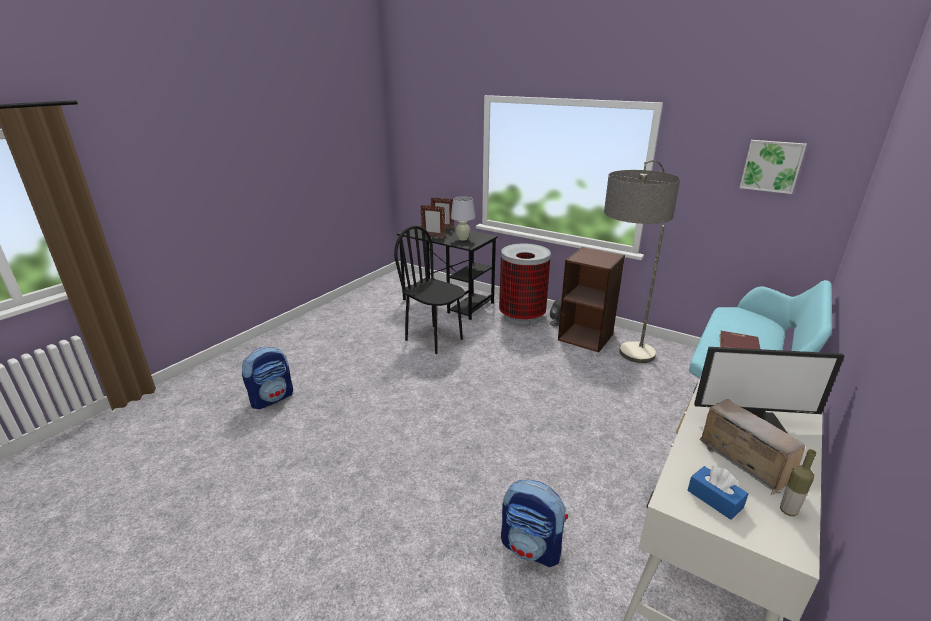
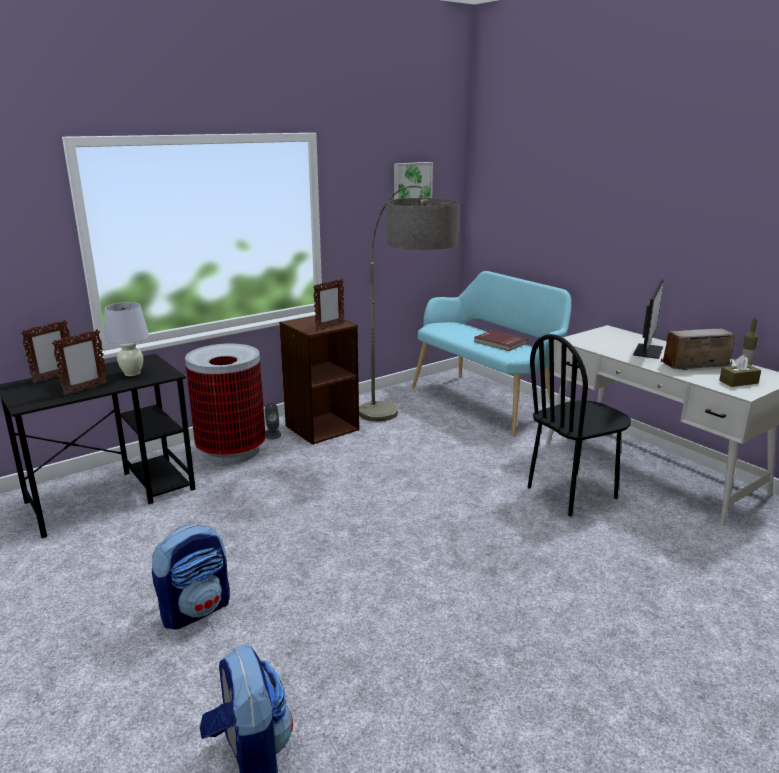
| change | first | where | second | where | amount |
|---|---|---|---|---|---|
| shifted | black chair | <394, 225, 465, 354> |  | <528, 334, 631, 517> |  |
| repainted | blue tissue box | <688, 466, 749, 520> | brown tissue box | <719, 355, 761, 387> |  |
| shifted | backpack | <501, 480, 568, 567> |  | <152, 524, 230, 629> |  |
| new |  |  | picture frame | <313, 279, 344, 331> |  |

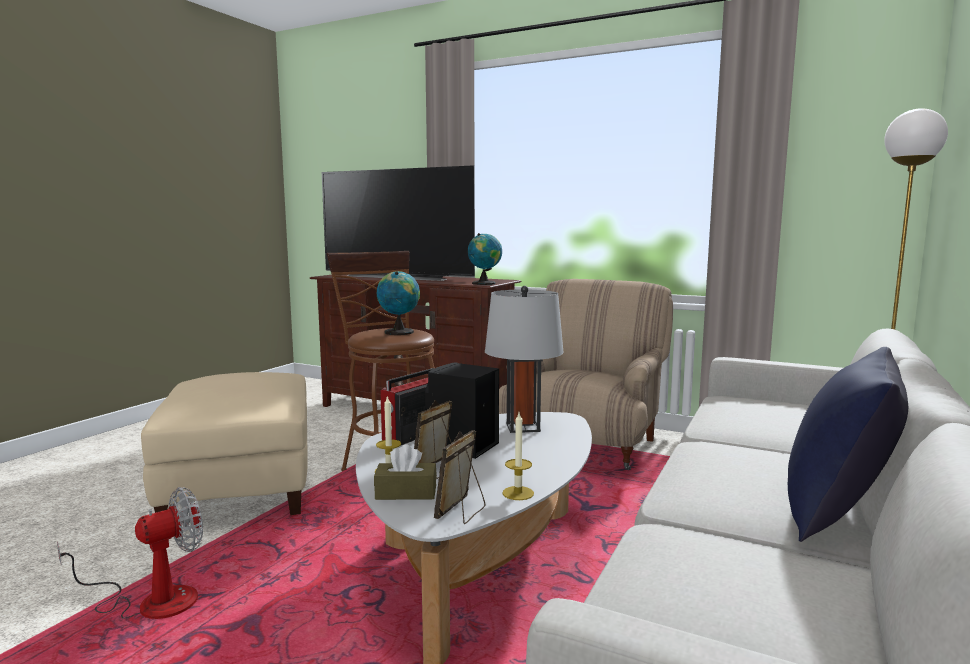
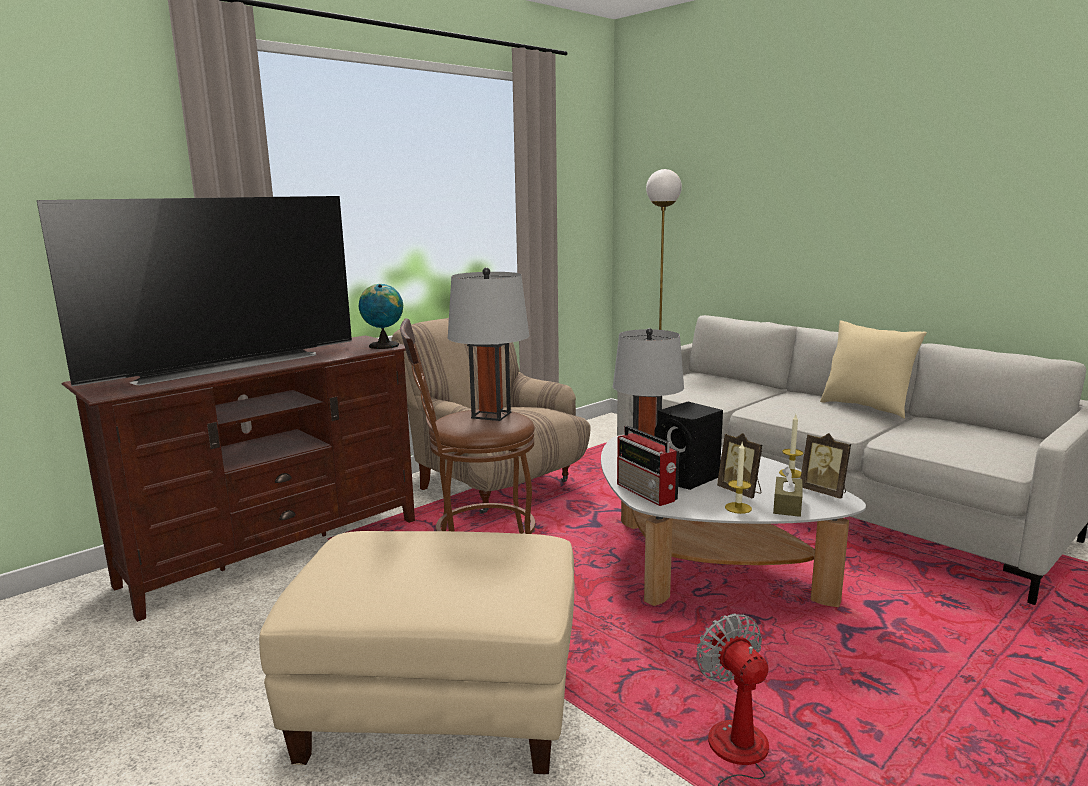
| change | first | where | second | where | amount |
|---|---|---|---|---|---|
| swapped | globe | <377, 271, 420, 335> | grey table lamp | <448, 267, 529, 421> |  |
| repainted | blue pillow | <788, 347, 908, 542> | beige pillow | <820, 320, 927, 419> |  |

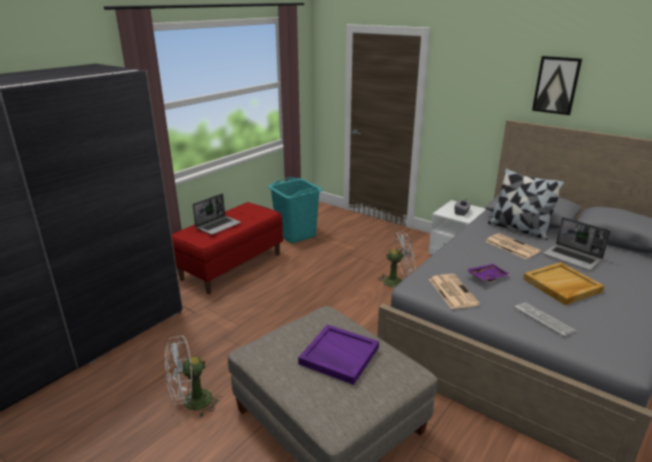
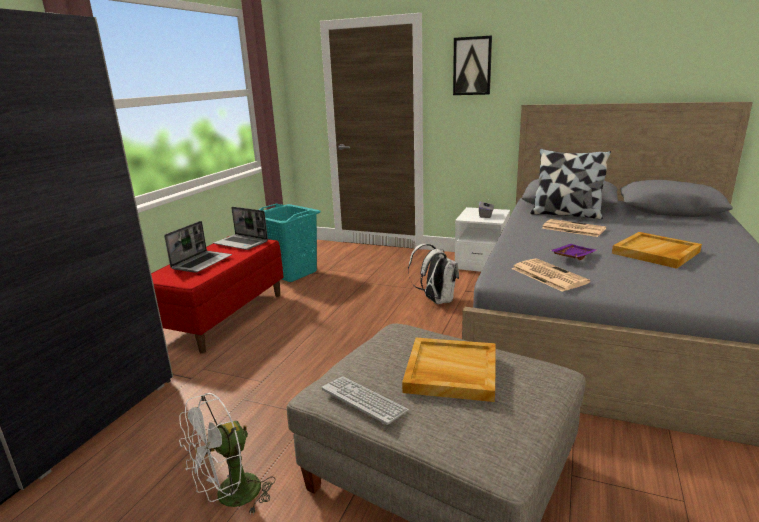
| change | first | where | second | where | amount |
|---|---|---|---|---|---|
| shifted | picture | <532, 56, 582, 115> |  | <453, 36, 492, 95> |  |
| shifted | laptop | <543, 217, 610, 270> |  | <213, 207, 268, 250> |  |
| swapped | white fan | <376, 232, 416, 288> | white backpack | <408, 244, 459, 304> |  |
| shifted | keyboard | <514, 302, 576, 337> |  | <321, 377, 409, 425> |  |
| repainted | purple tray | <298, 325, 379, 385> | beige tray | <402, 338, 496, 402> |  |

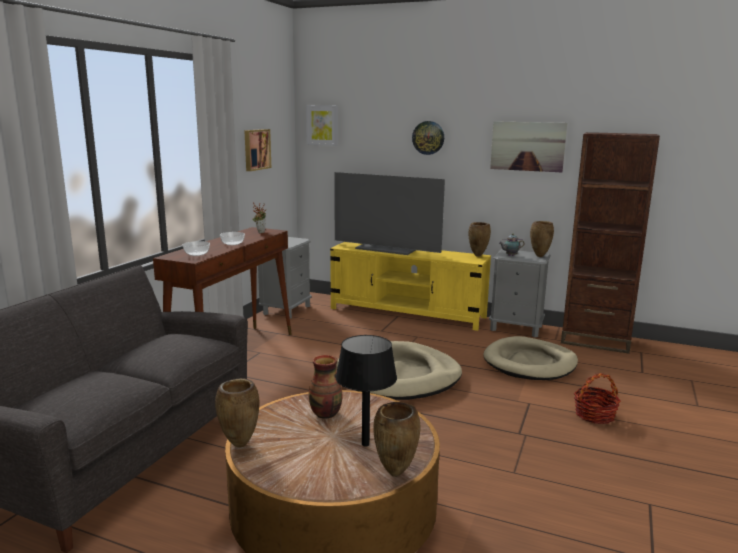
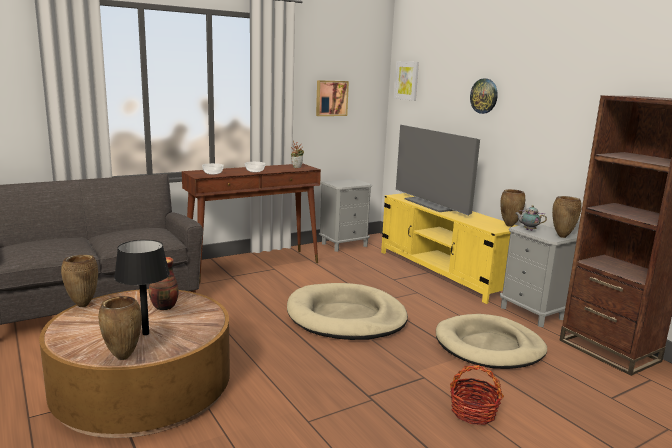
| change | first | where | second | where | amount |
|---|---|---|---|---|---|
| gone | picture | <490, 121, 567, 172> |  |  |  |

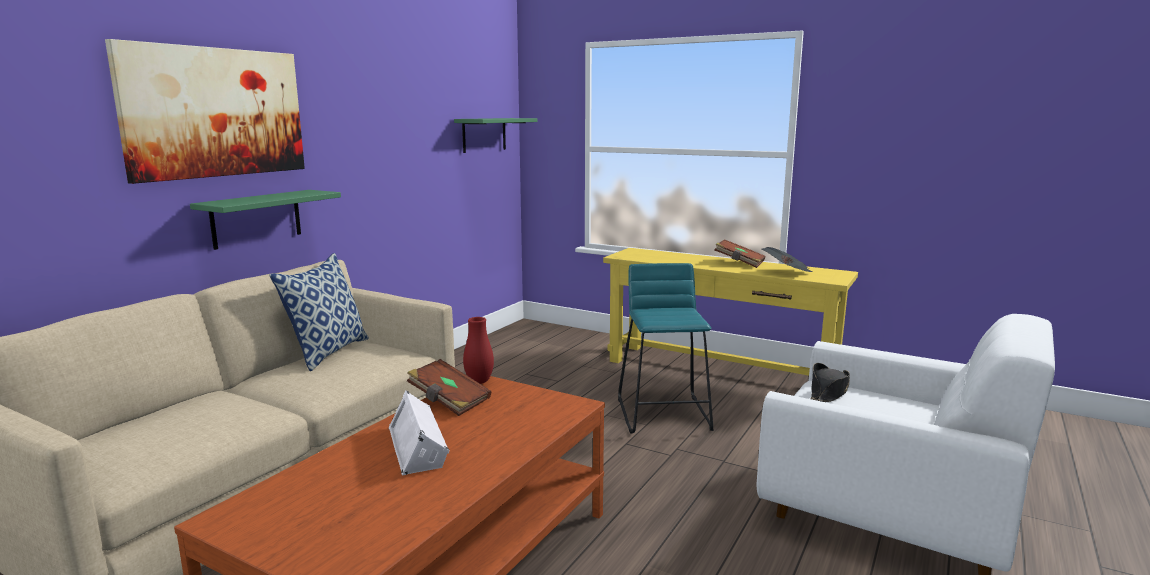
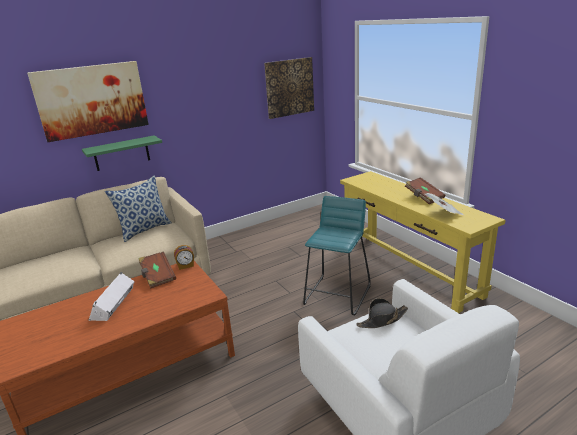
| change | first | where | second | where | amount |
|---|---|---|---|---|---|
| swapped | green shelf | <454, 118, 538, 153> | picture | <264, 57, 314, 119> |  |
| swapped | red vase | <463, 317, 494, 384> | alarm clock | <174, 245, 194, 270> |  |

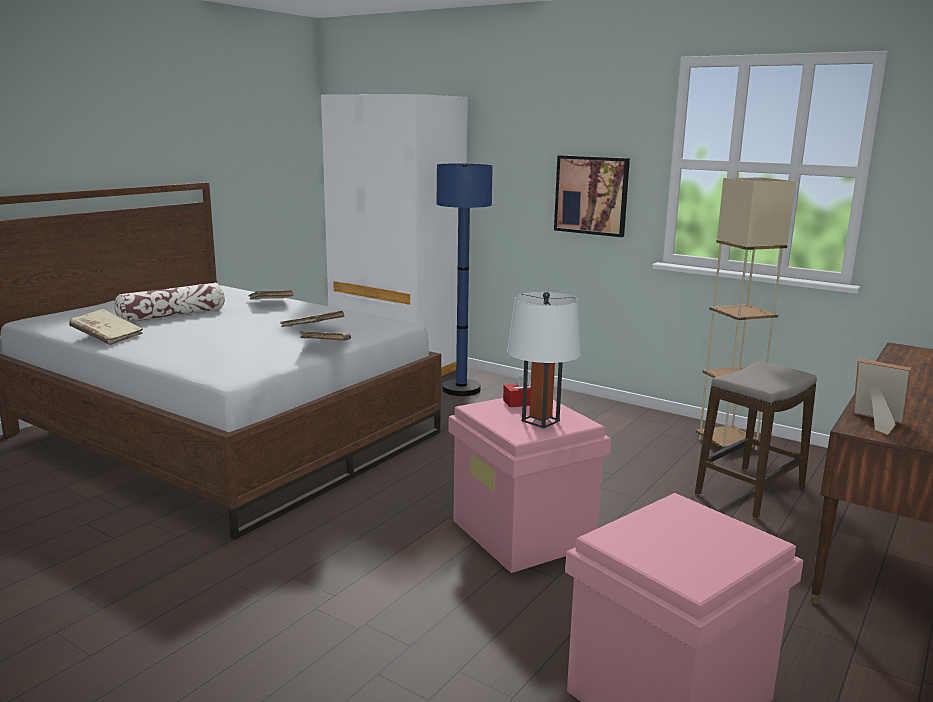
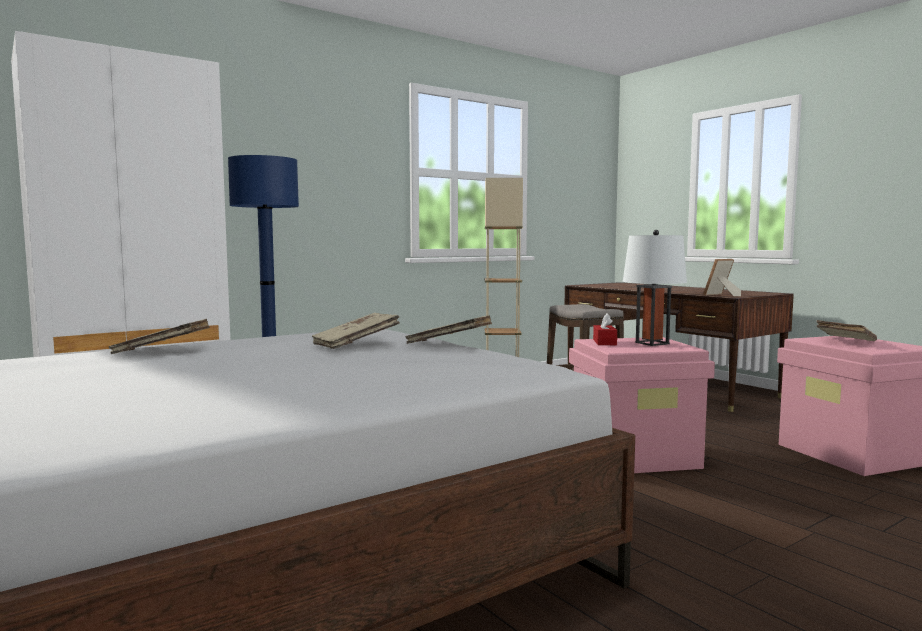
| change | first | where | second | where | amount |
|---|---|---|---|---|---|
| gone | picture | <554, 155, 630, 237> |  |  |  |
| gone | pillow | <114, 283, 225, 322> |  |  |  |
| shifted | beige book | <69, 309, 143, 345> |  | <816, 320, 877, 341> |  |

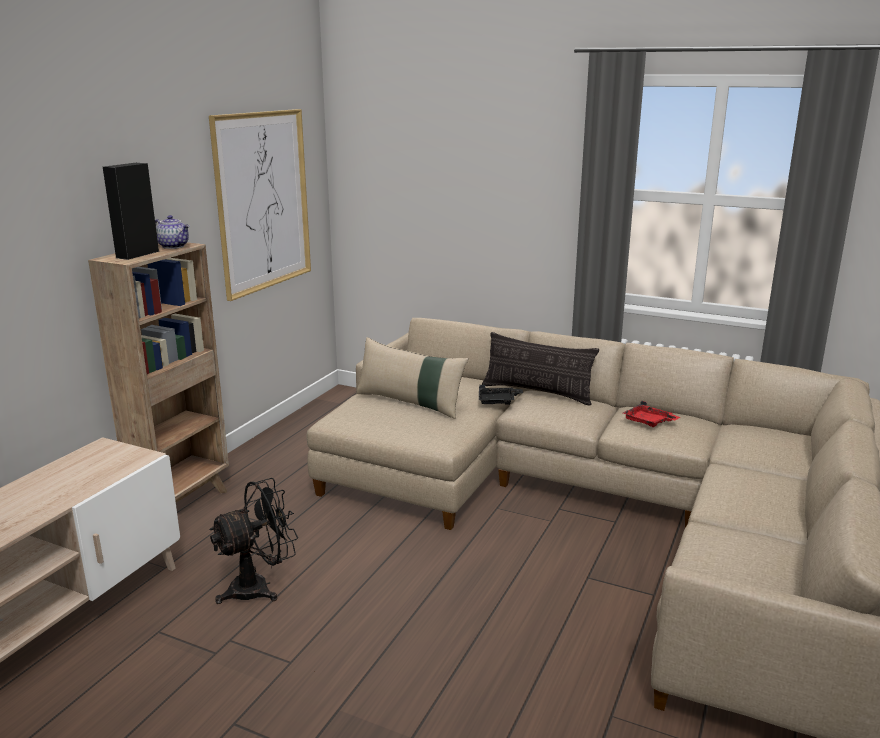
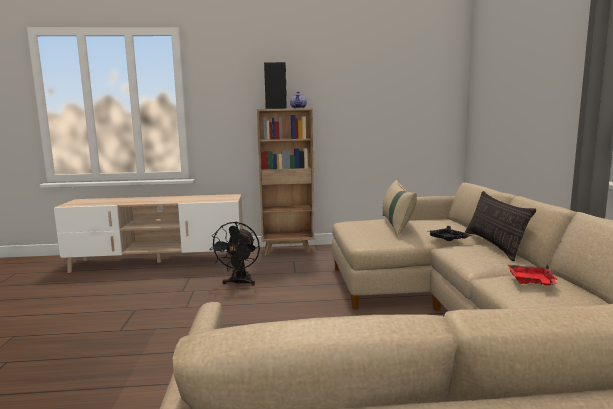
| change | first | where | second | where | amount |
|---|---|---|---|---|---|
| gone | picture | <209, 109, 311, 301> |  |  |  |
| rotated | black fan | <209, 478, 298, 604> |  | <209, 222, 260, 286> | 75 degrees clockwise |

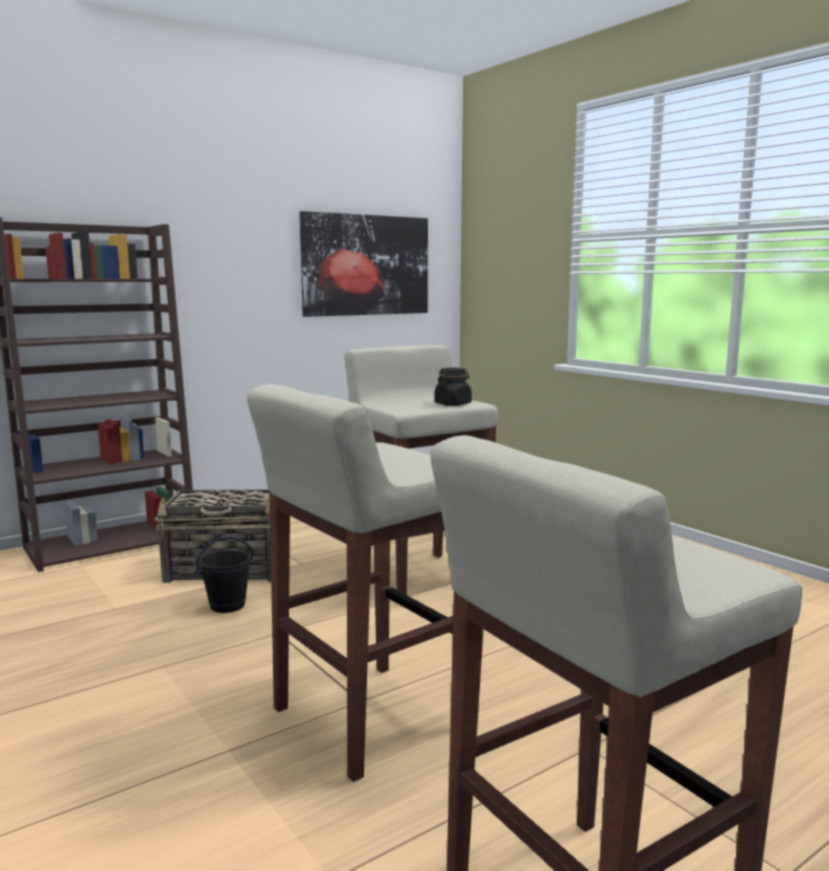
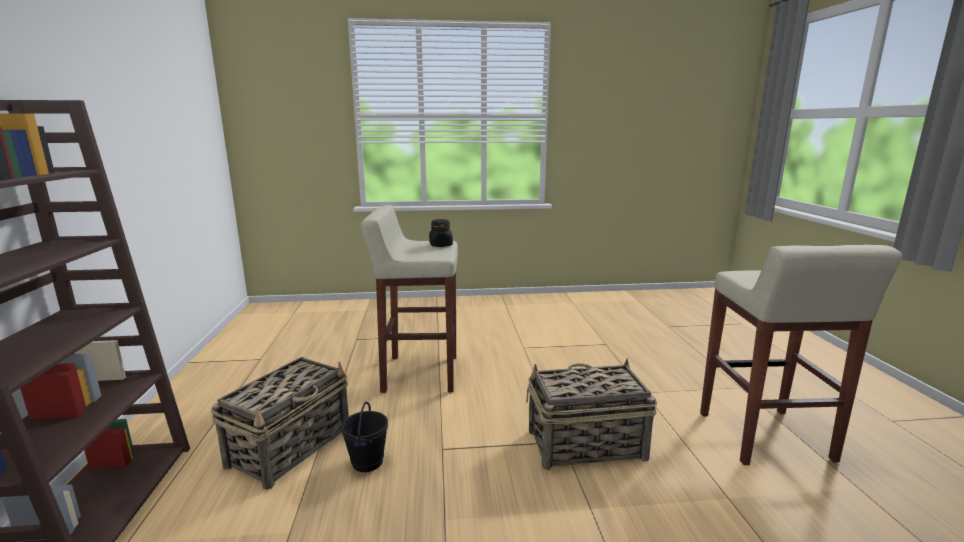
| change | first | where | second | where | amount |
|---|---|---|---|---|---|
| gone | picture | <300, 211, 428, 317> |  |  |  |
| swapped | beige stool | <247, 384, 453, 782> | basket | <526, 359, 657, 471> |  |

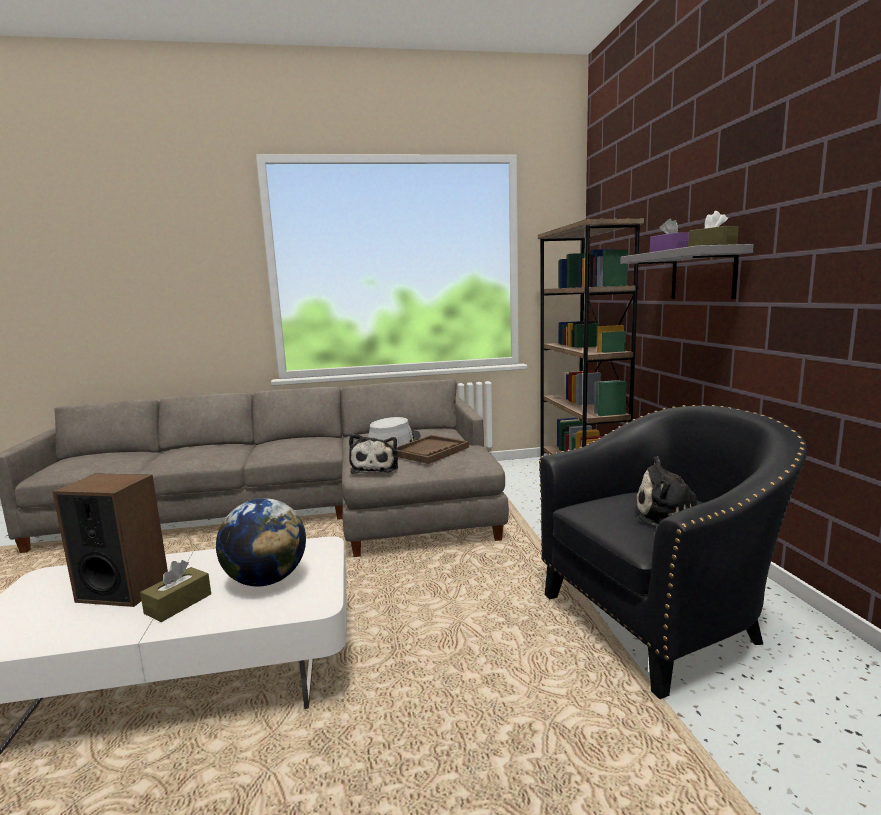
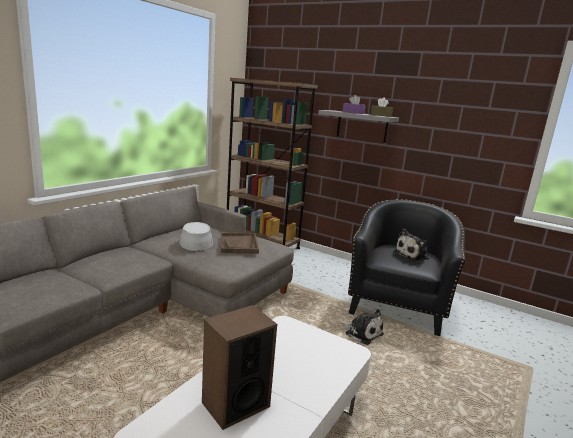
| change | first | where | second | where | amount |
|---|---|---|---|---|---|
| shifted | plush toy | <349, 434, 398, 474> |  | <341, 309, 384, 345> |  |
| gone | globe | <216, 498, 306, 587> |  |  |  |
| gone | brown tissue box | <140, 560, 211, 622> |  |  |  |

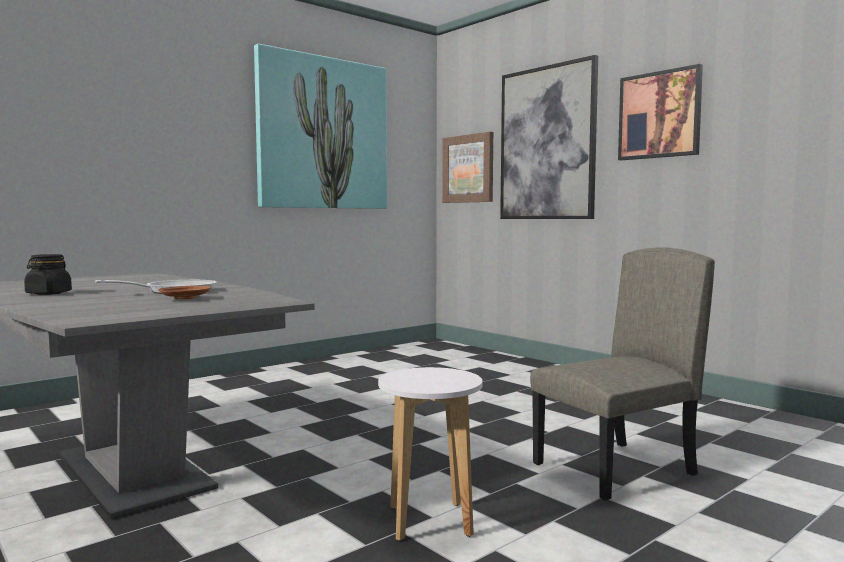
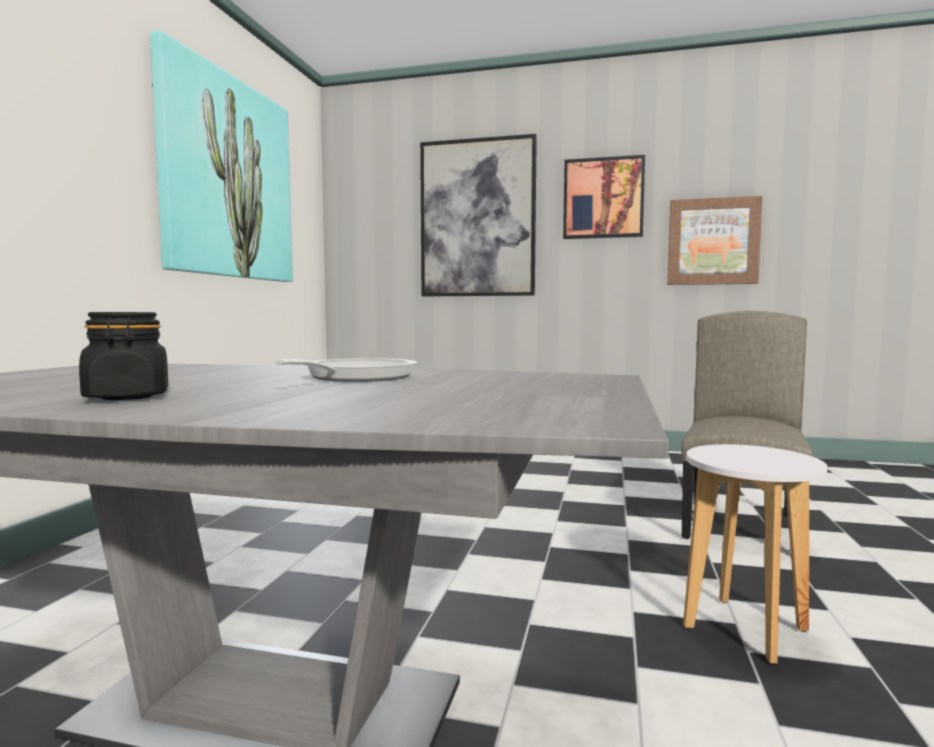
| change | first | where | second | where | amount |
|---|---|---|---|---|---|
| shifted | picture | <442, 132, 493, 203> |  | <668, 196, 762, 285> |  |
| gone | brown plate | <158, 286, 211, 299> |  |  |  |

